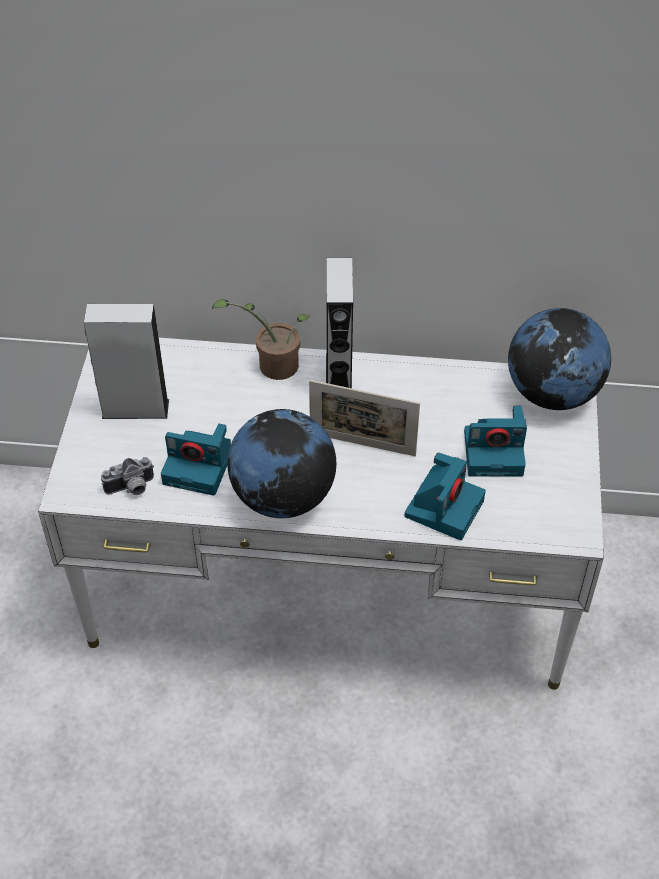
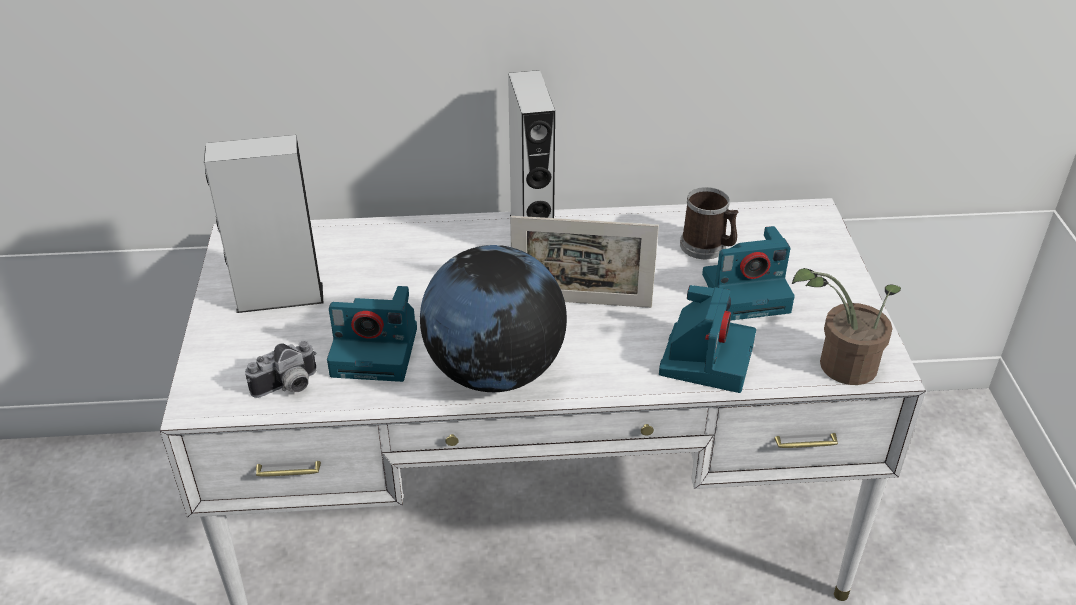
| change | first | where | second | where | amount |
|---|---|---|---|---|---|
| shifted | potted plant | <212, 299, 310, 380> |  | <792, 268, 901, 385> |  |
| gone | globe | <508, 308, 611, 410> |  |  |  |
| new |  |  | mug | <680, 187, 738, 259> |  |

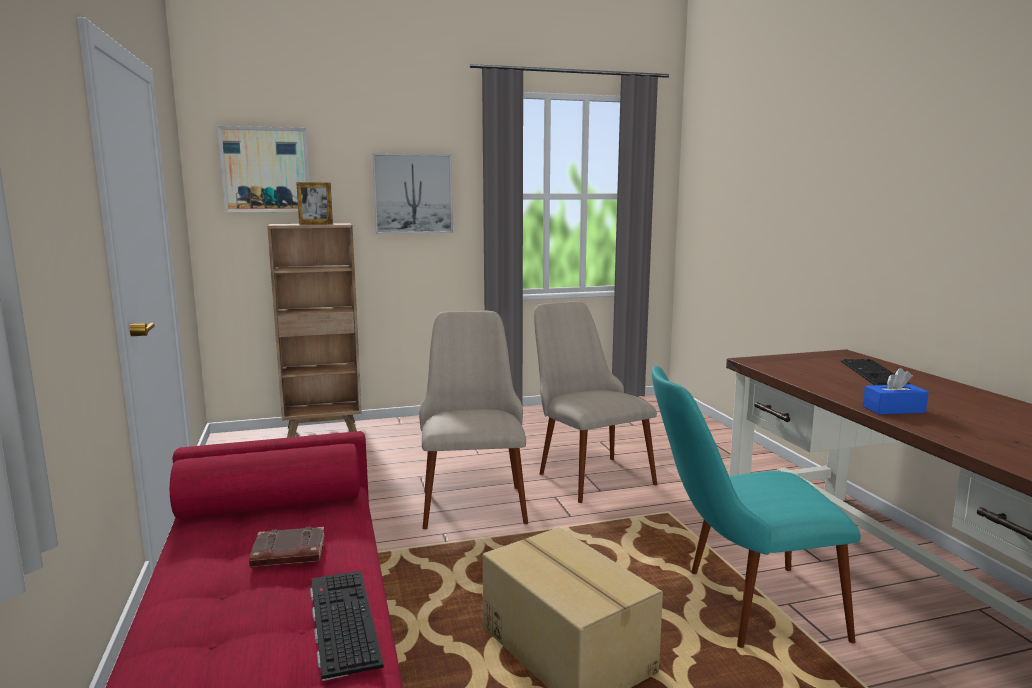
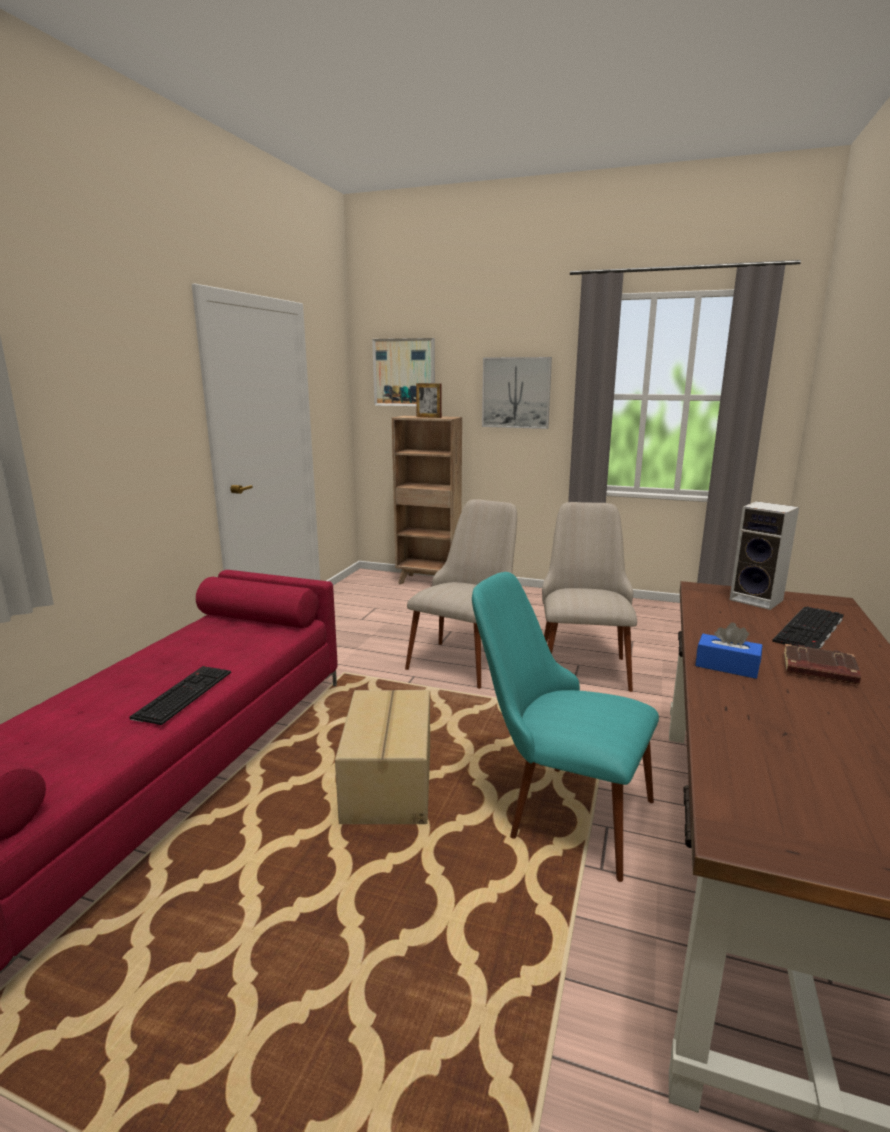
| change | first | where | second | where | amount |
|---|---|---|---|---|---|
| shifted | brown book | <249, 527, 325, 568> |  | <784, 644, 861, 684> |  |
| new |  |  | speaker | <729, 501, 799, 610> |  |

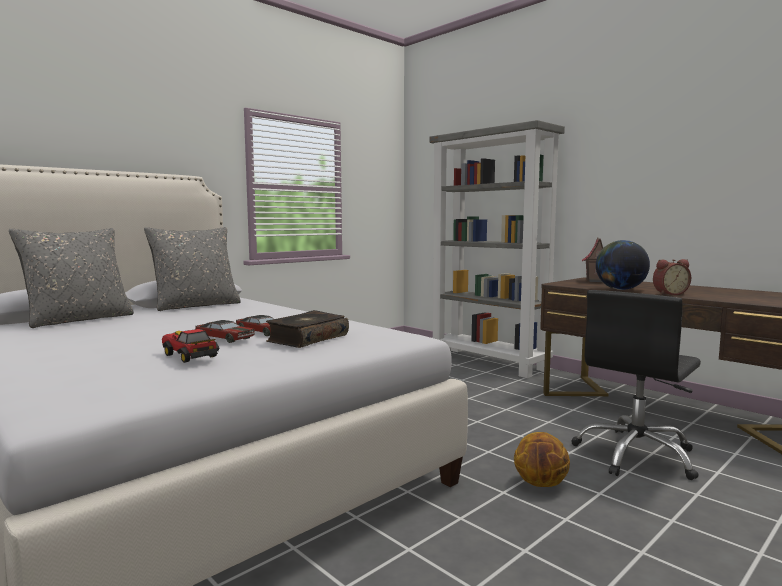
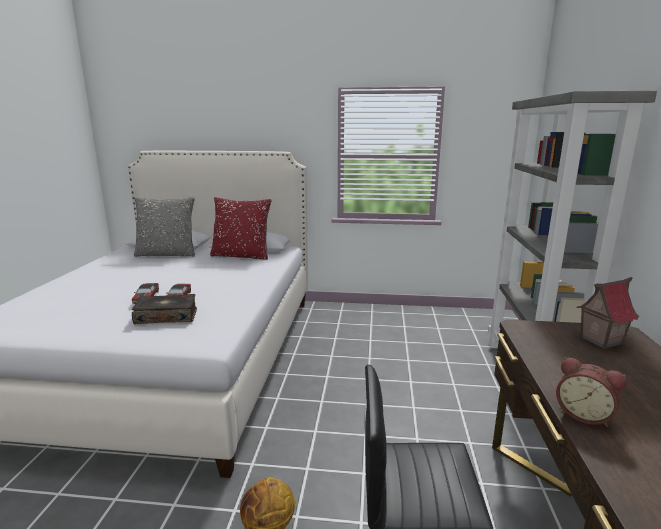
| change | first | where | second | where | amount |
|---|---|---|---|---|---|
| repainted | grey pillow | <144, 227, 241, 311> | red pillow | <210, 197, 272, 260> |  |
| gone | globe | <596, 240, 650, 290> |  |  |  |
| gone | toy car | <162, 329, 220, 363> |  |  |  |

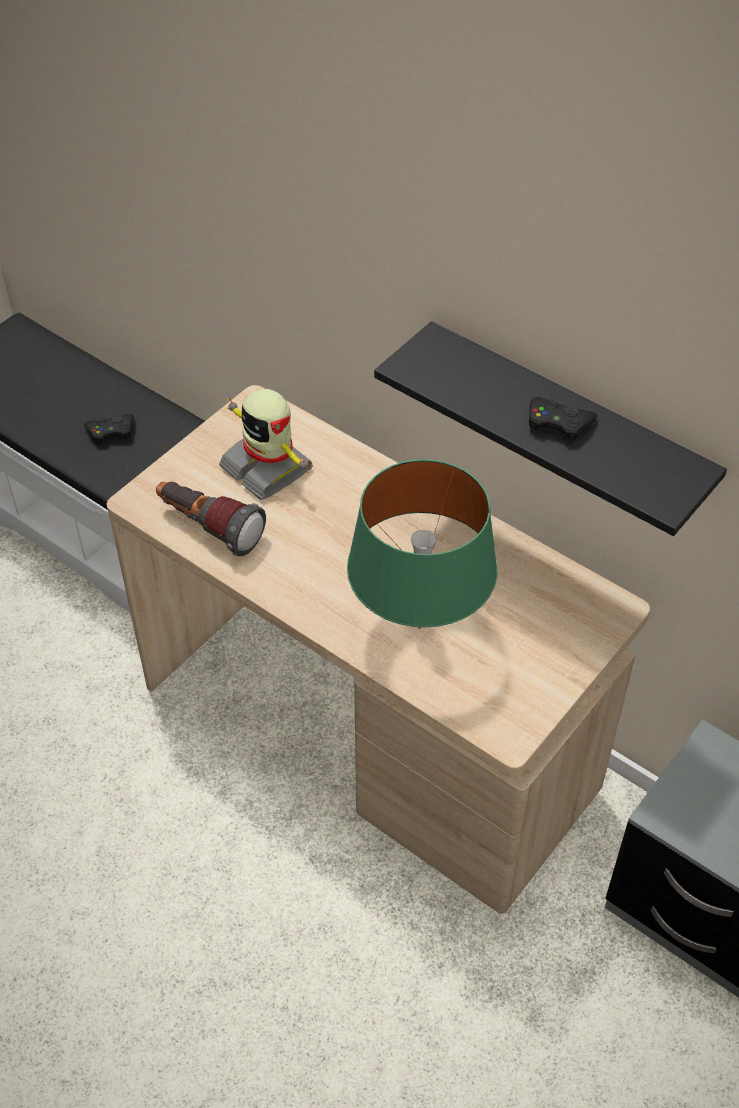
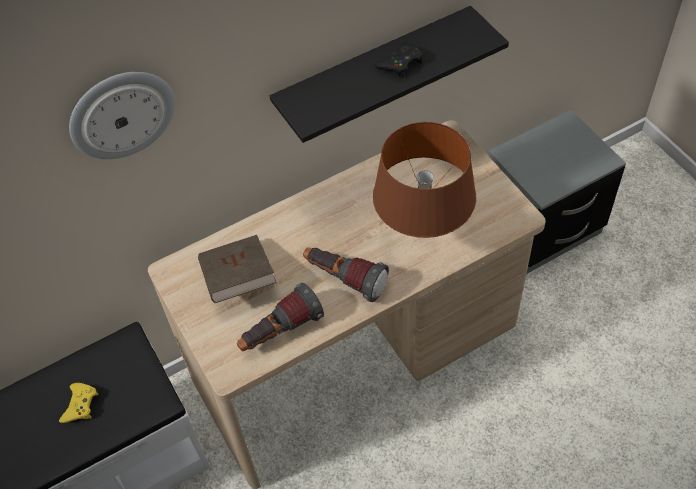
| change | first | where | second | where | amount |
|---|---|---|---|---|---|
| swapped | toy robot | <219, 389, 313, 500> | brown book | <198, 235, 277, 303> |  |
| repainted | black game controller | <84, 414, 134, 446> | yellow game controller | <59, 383, 98, 423> |  |
| repainted | green table lamp | <347, 459, 498, 629> | brown table lamp | <373, 122, 476, 238> |  |
| new |  |  | wall clock | <69, 72, 175, 159> |  |
| new |  |  | flashlight | <303, 247, 389, 302> |  |

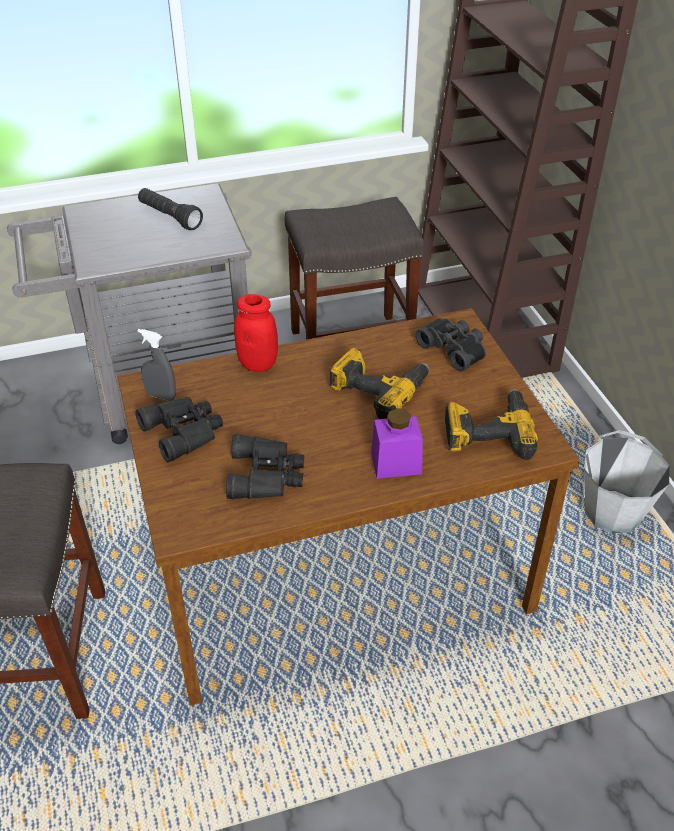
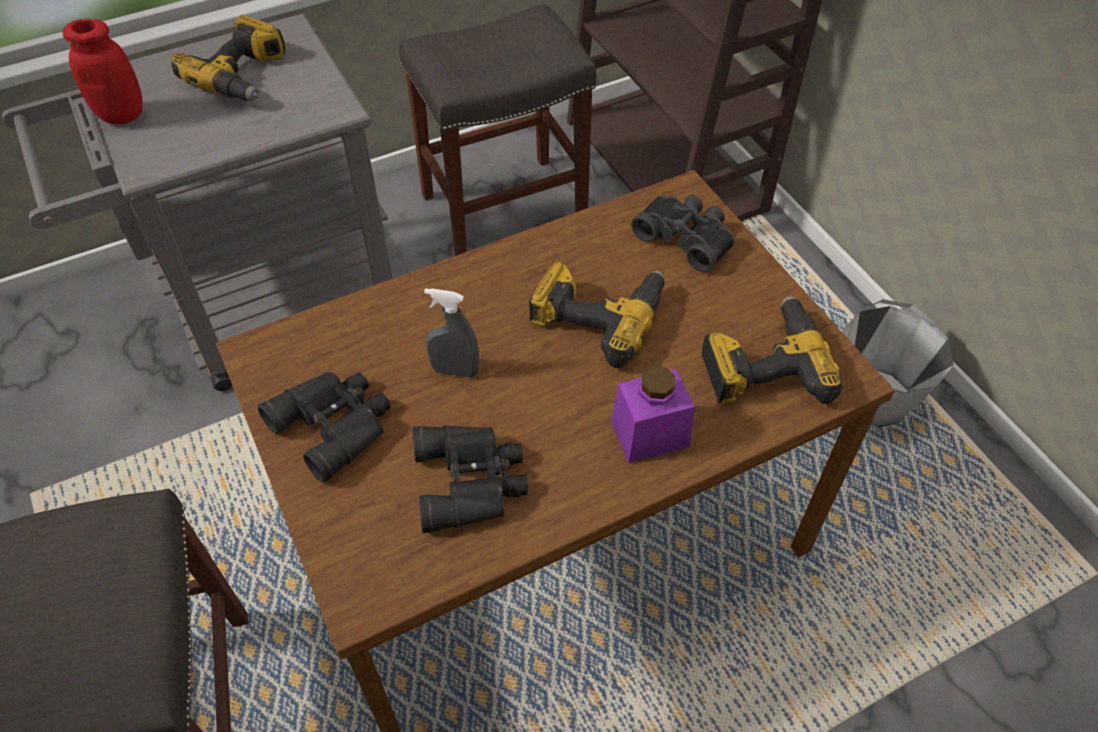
| change | first | where | second | where | amount |
|---|---|---|---|---|---|
| swapped | black flashlight | <138, 188, 203, 230> | power drill | <171, 15, 286, 101> |  |
| shifted | red jar | <234, 294, 278, 372> |  | <62, 19, 143, 124> |  |
| shifted | grey spray bottle | <138, 329, 176, 401> |  | <424, 288, 480, 378> |  |

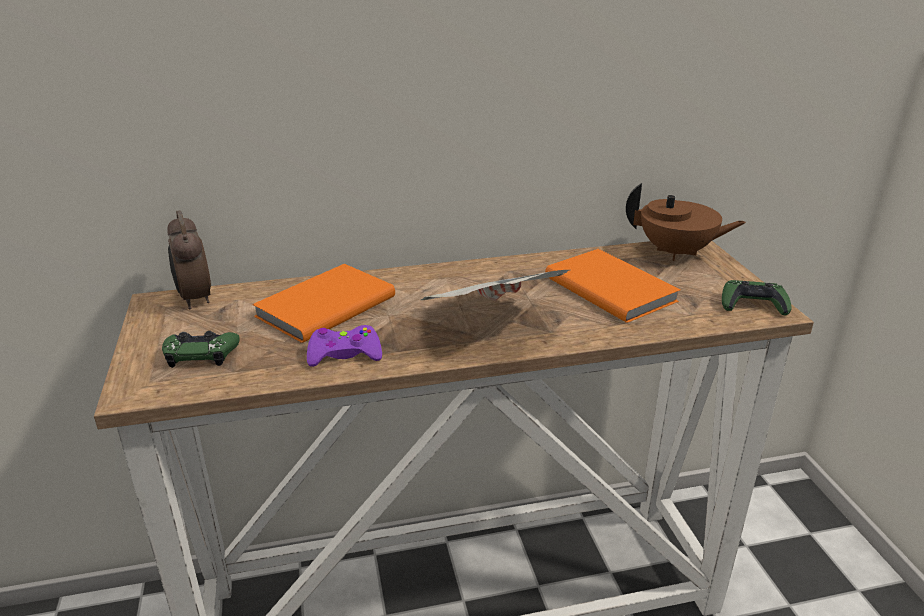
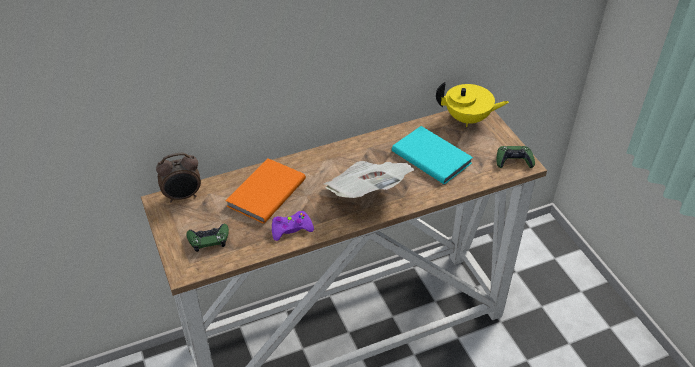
| change | first | where | second | where | amount |
|---|---|---|---|---|---|
| repainted | brown teapot | <626, 183, 746, 261> | yellow teapot | <436, 82, 509, 127> |  |
| rotated | alarm clock | <167, 210, 211, 309> |  | <156, 153, 201, 203> | 75 degrees counterclockwise |
| repainted | orange book | <545, 249, 681, 323> | turquoise book | <392, 126, 473, 185> |  |

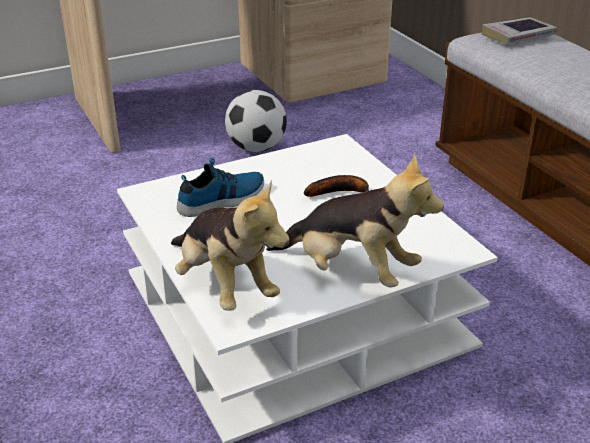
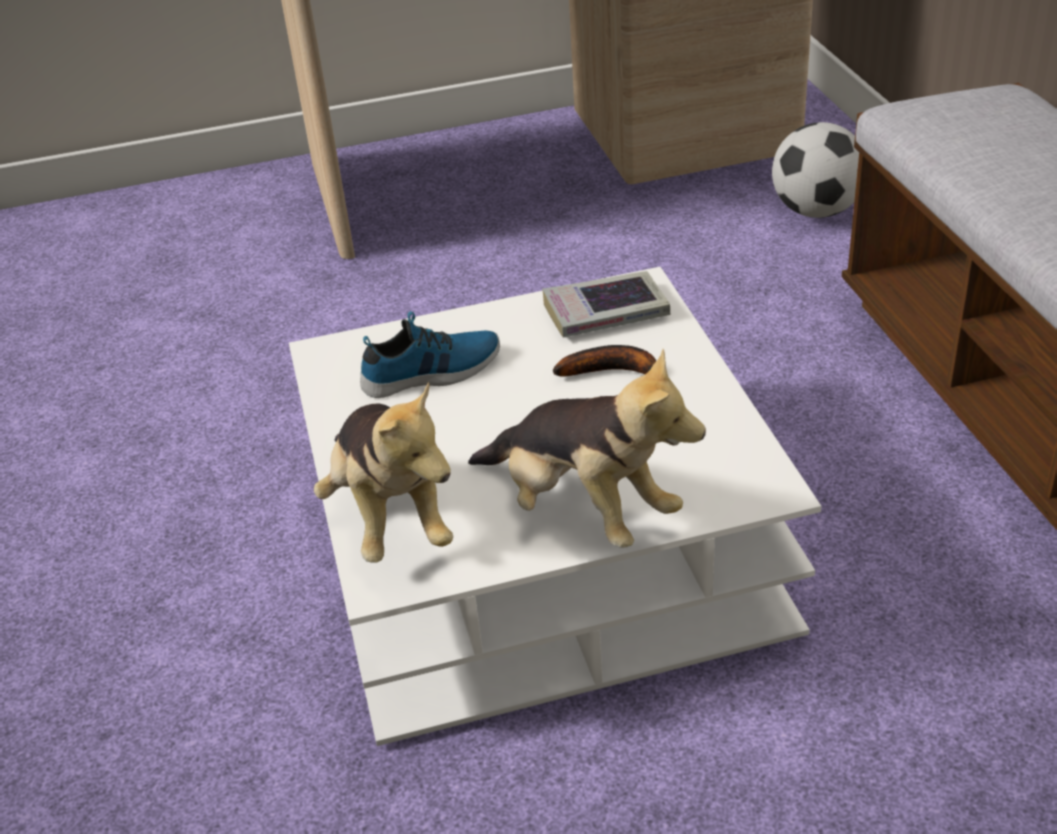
| change | first | where | second | where | amount |
|---|---|---|---|---|---|
| shifted | book | <482, 17, 557, 44> |  | <542, 271, 670, 338> |  |
| shifted | football | <225, 90, 287, 152> |  | <772, 122, 859, 218> |  |

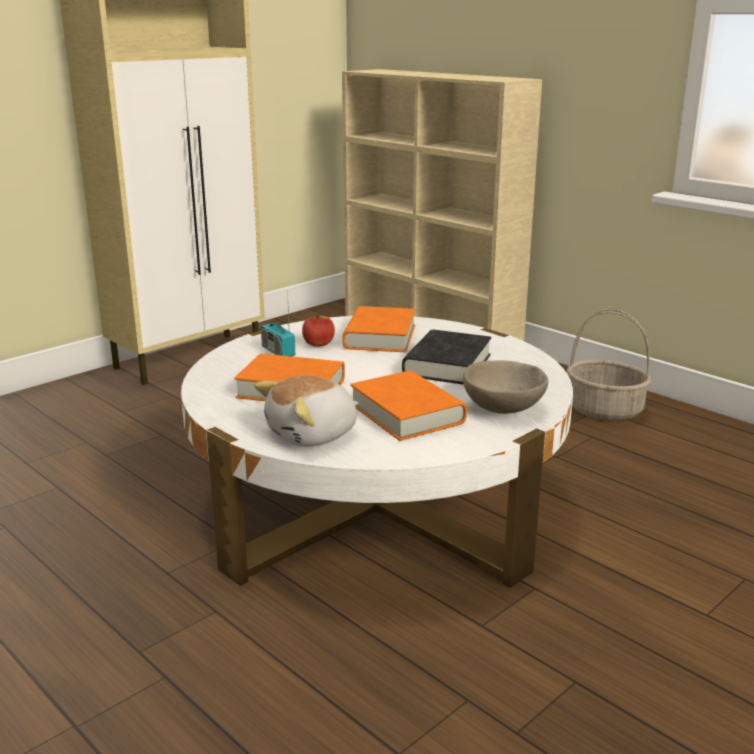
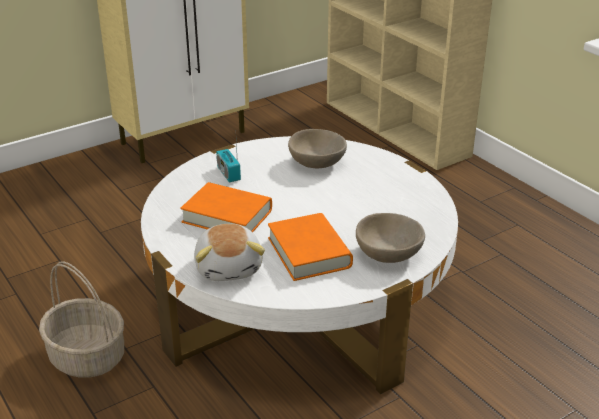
| change | first | where | second | where | amount |
|---|---|---|---|---|---|
| swapped | orange book | <342, 306, 416, 352> | beige bowl | <288, 129, 347, 168> |  |
| shifted | basket | <566, 309, 651, 421> |  | <39, 261, 124, 378> |  |
| gone | apple | <302, 315, 335, 347> |  |  |  |
| gone | black book | <402, 330, 491, 385> |  |  |  |
| rotated | plush toy | <254, 375, 358, 446> |  | <194, 224, 265, 281> | 75 degrees counterclockwise |

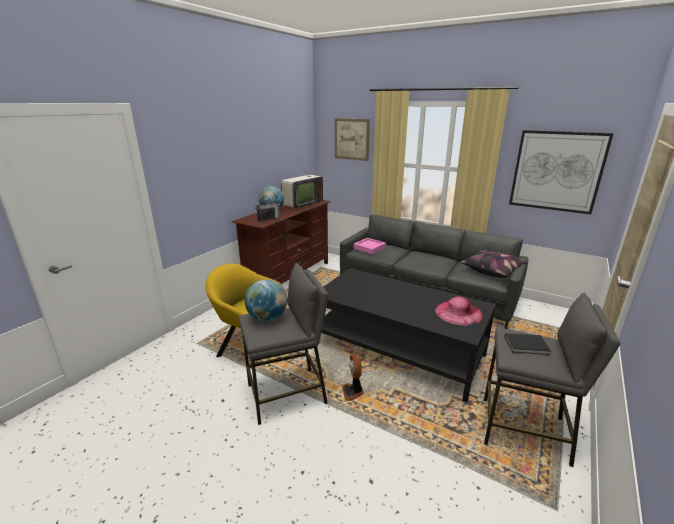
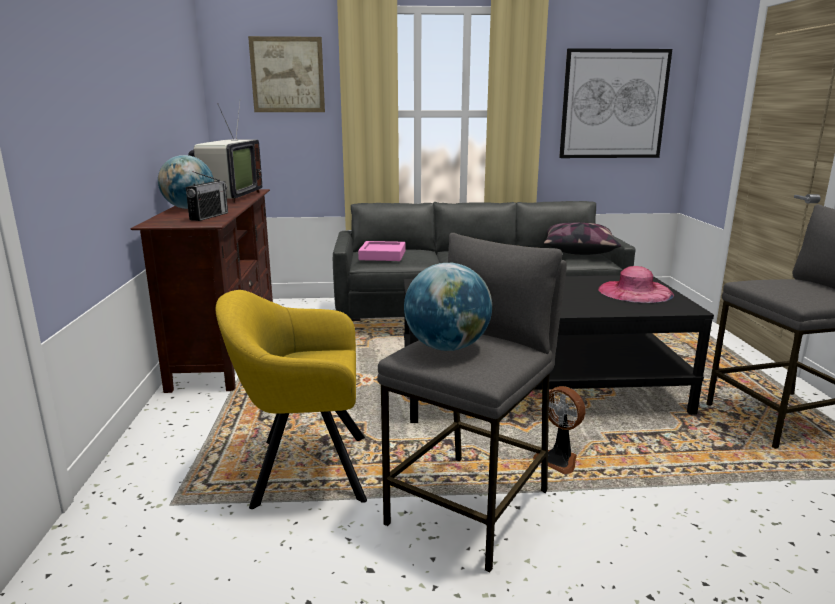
| change | first | where | second | where | amount |
|---|---|---|---|---|---|
| gone | black book | <505, 333, 551, 355> |  |  |  |

